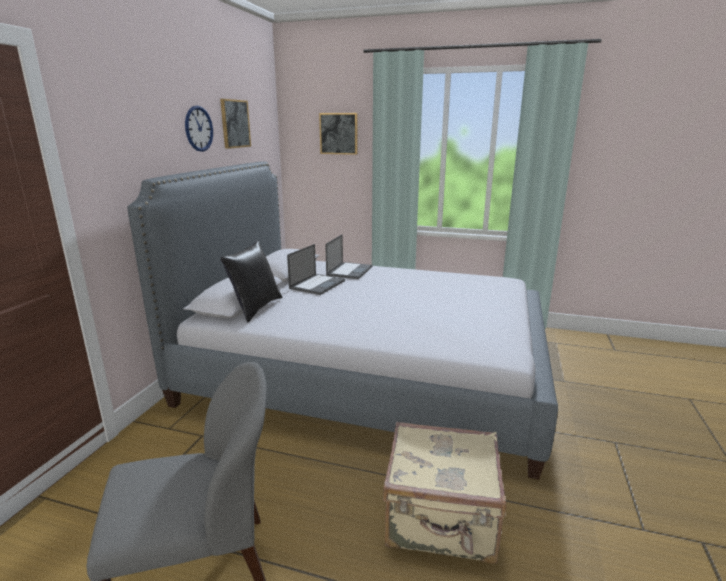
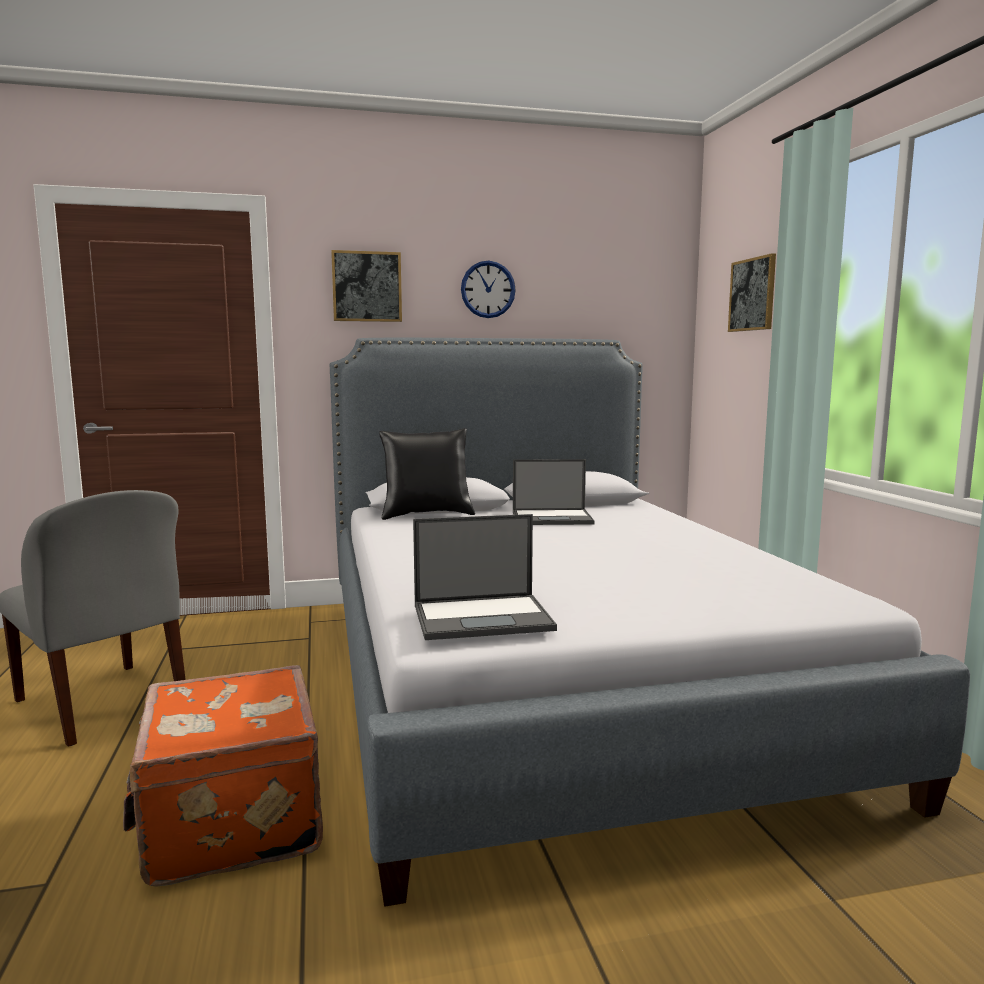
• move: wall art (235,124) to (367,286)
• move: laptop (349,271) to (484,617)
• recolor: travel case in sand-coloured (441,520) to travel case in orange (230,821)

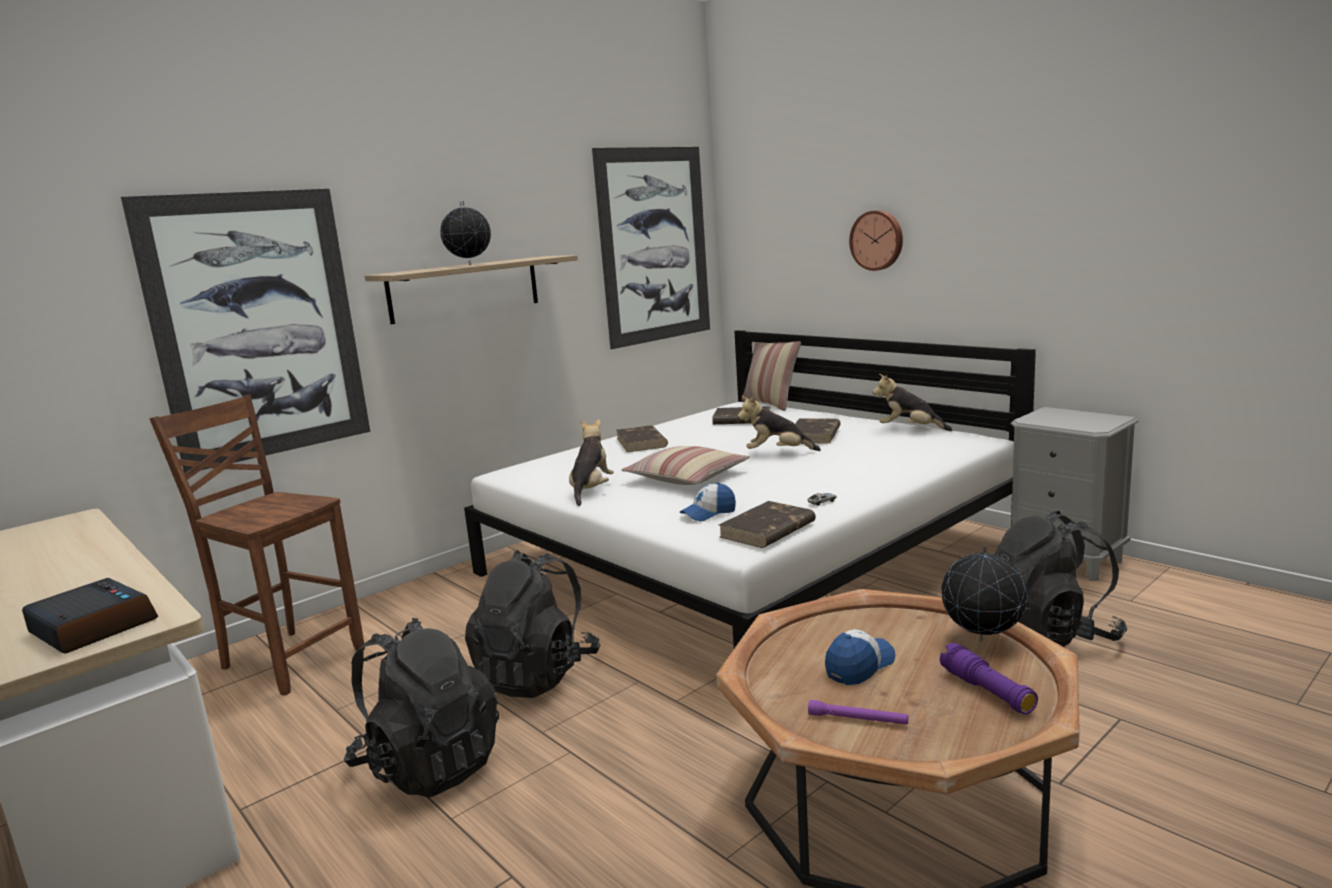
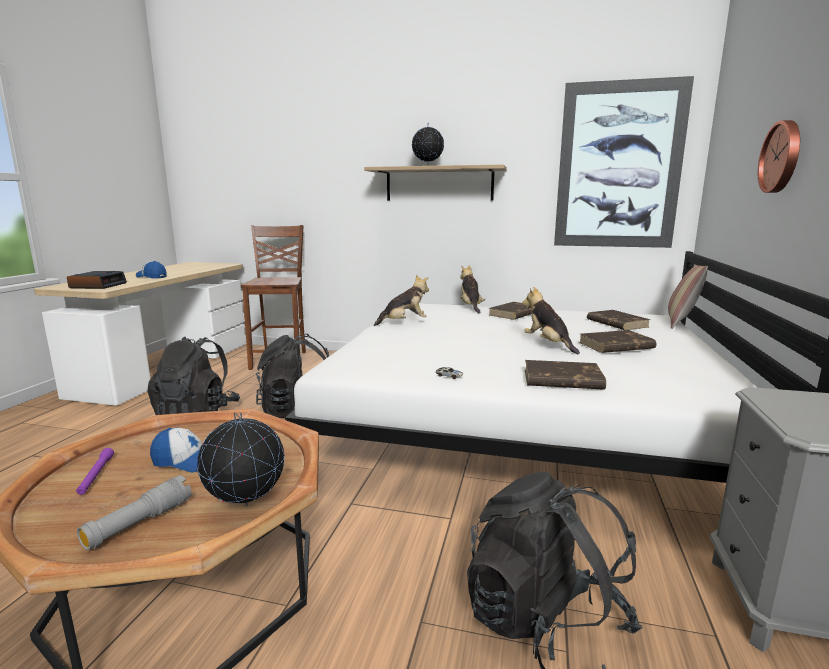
• delete: wall art (258,326)
• delete: cushion (686,477)
• move: peaked cap (708,513) to (151,277)
• move: book in brown-coloured (767,530) to (561,380)
• move: plush toy (910,429) to (471,307)
• recolor: hand torch in purple (987,691) to hand torch in greyish (139,523)

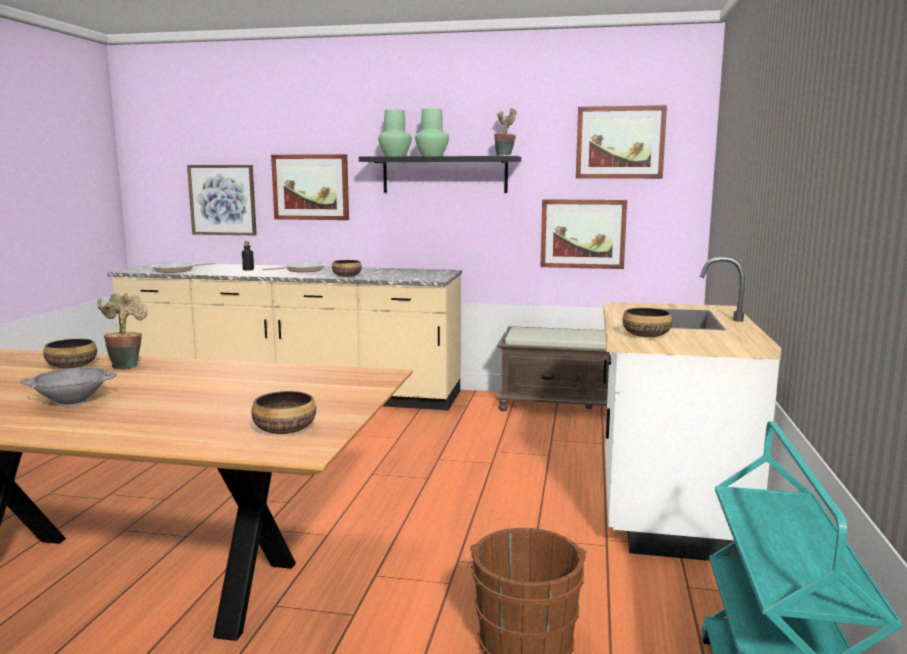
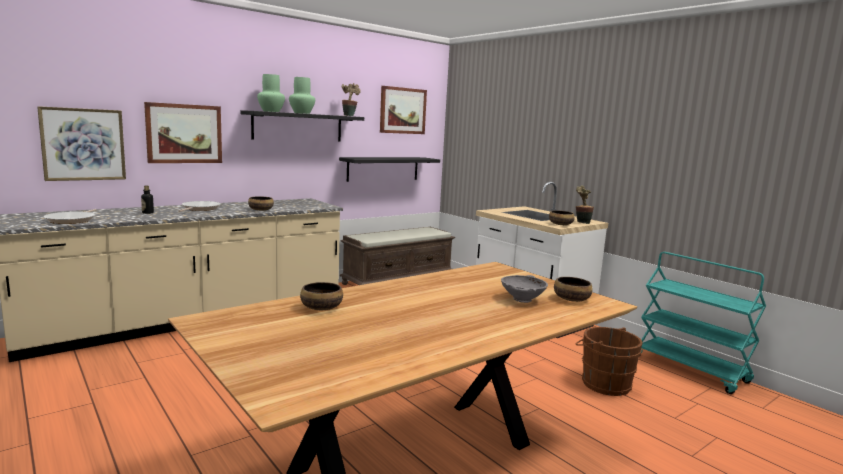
• move: deep dish in greyish (72,403) to (522,299)
• move: potted plant (126,366) to (582,222)
• replace: wall art (583,233) to shelf in black (383,169)

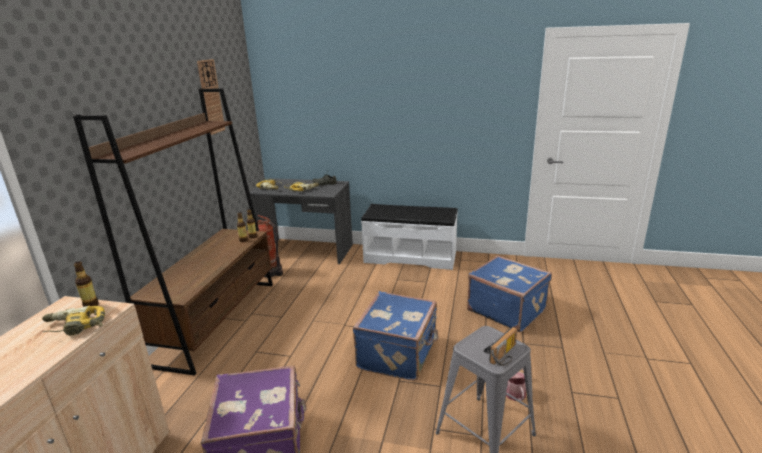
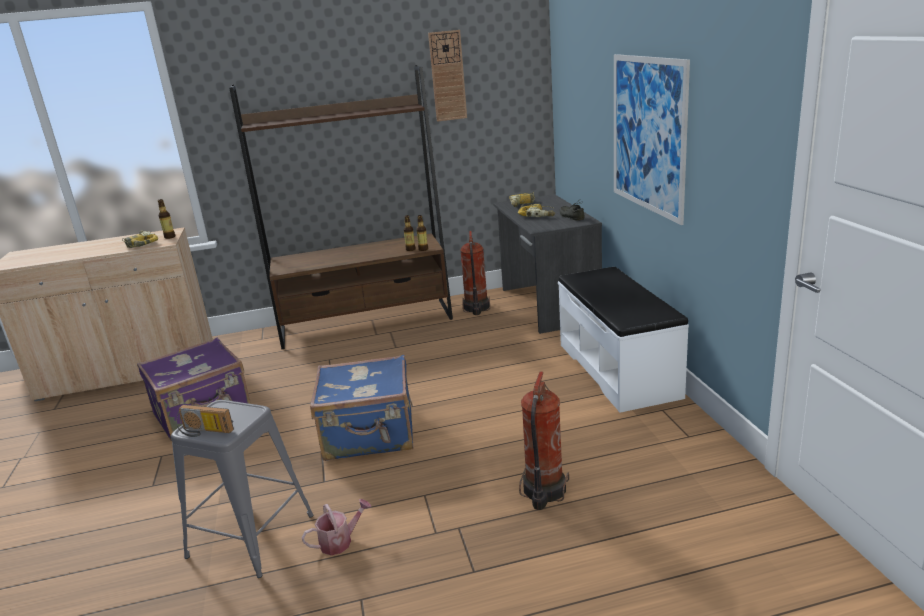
• insert: wall art (647,134)
• replace: travel case in blue (506,309) to fire-fighting cylinder (543,491)

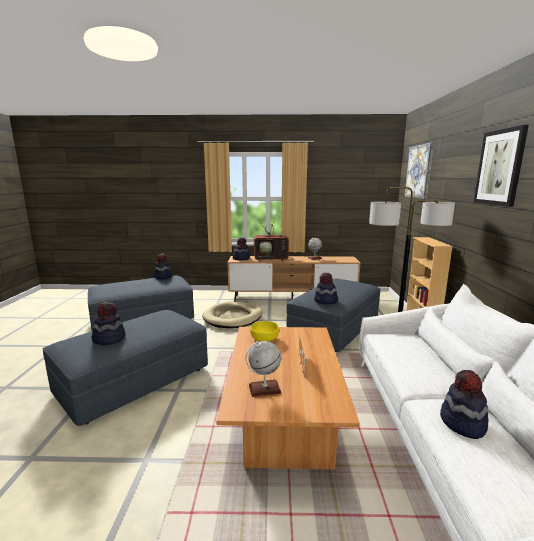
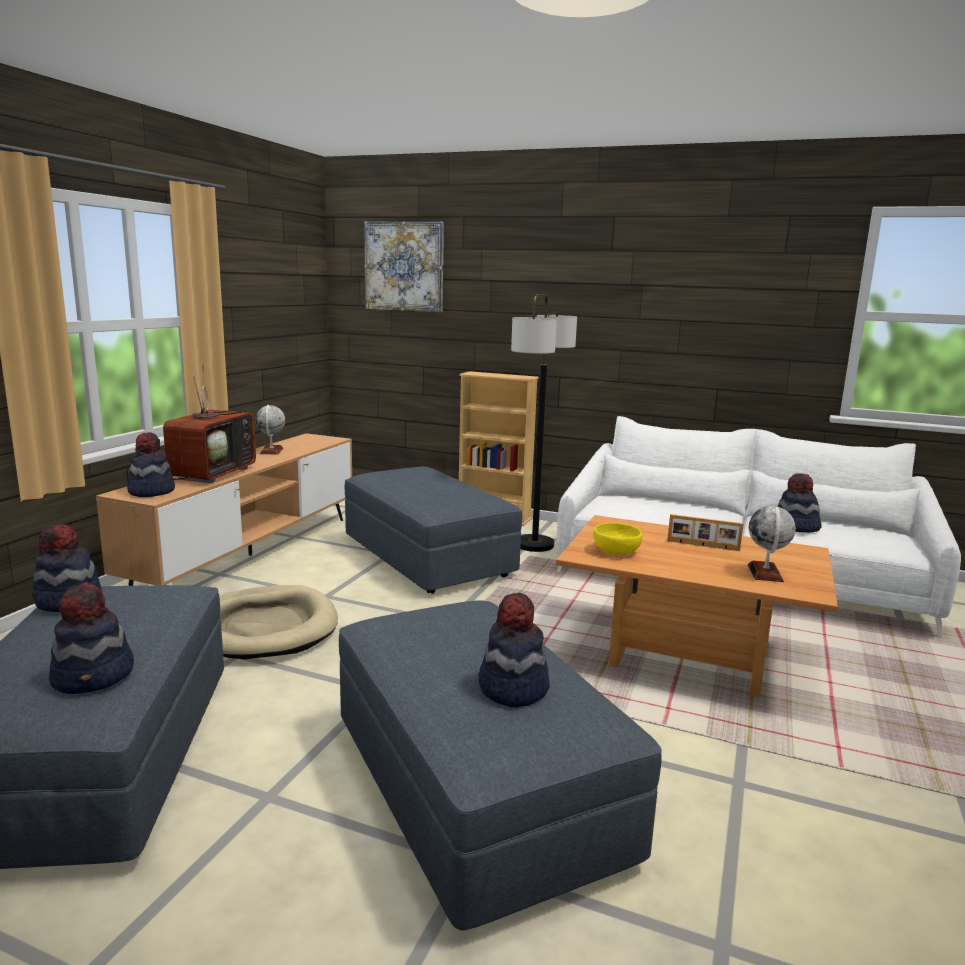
• delete: wall art (500,167)
• move: wearable hat (325,301) to (94,676)

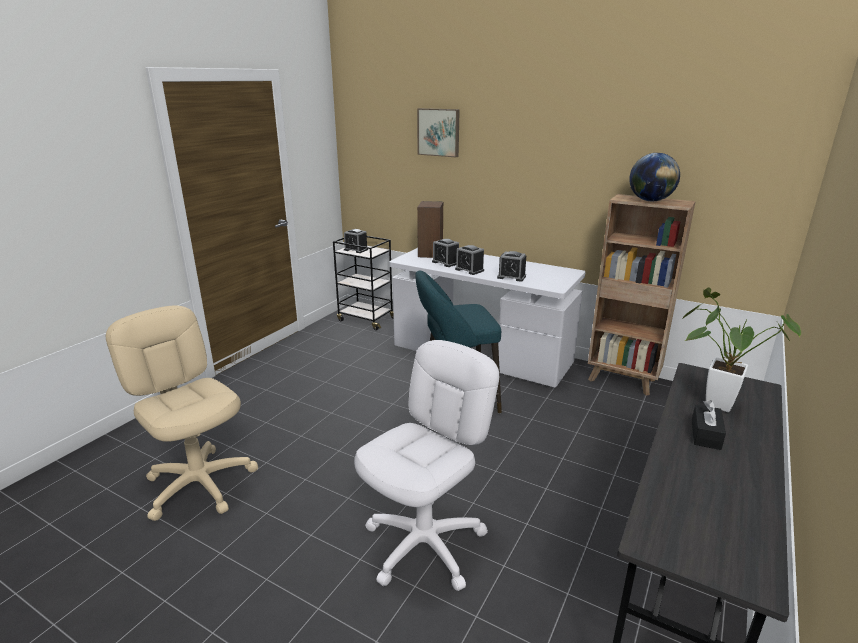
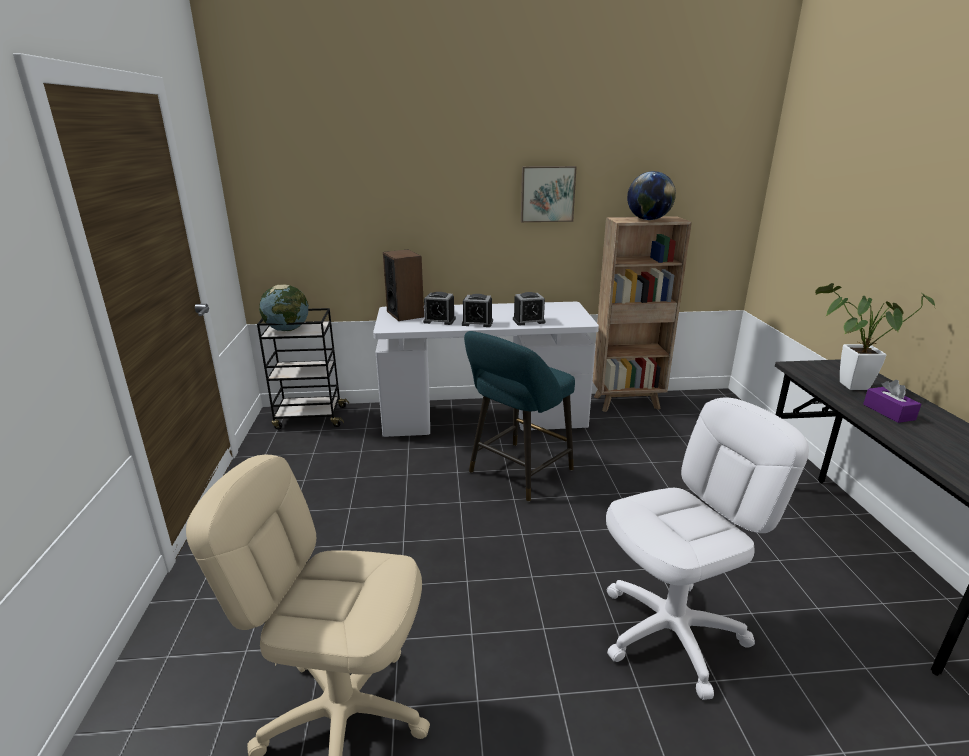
• move: wall art (439,132) to (547,194)
• replace: bedside clock (356,250) to world globe (287,329)
• recolor: tissue box in black (705,434) to tissue box in purple (888,412)
• rotate: desk chair in whitish (425,544) = (672,633) 60 degrees clockwise

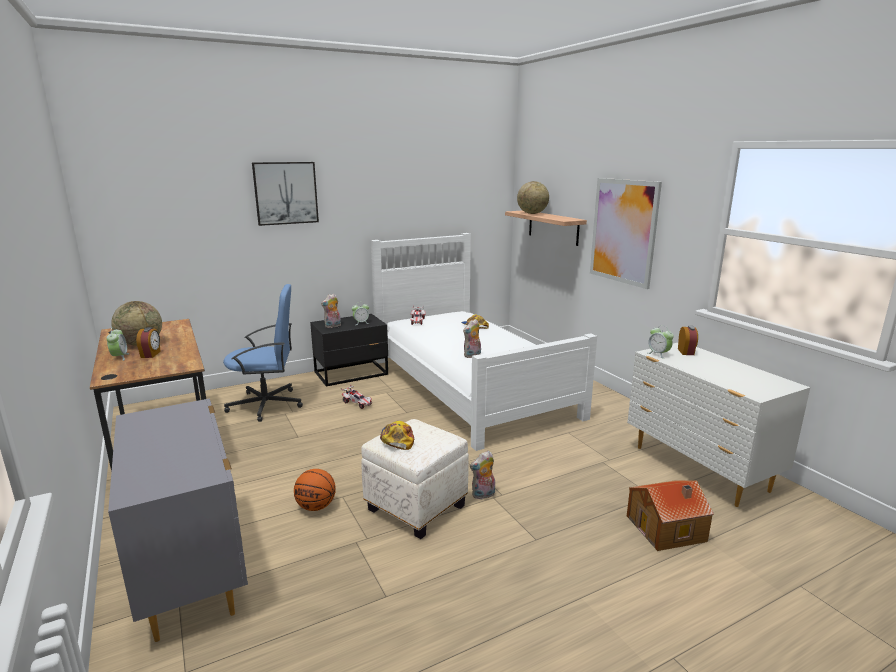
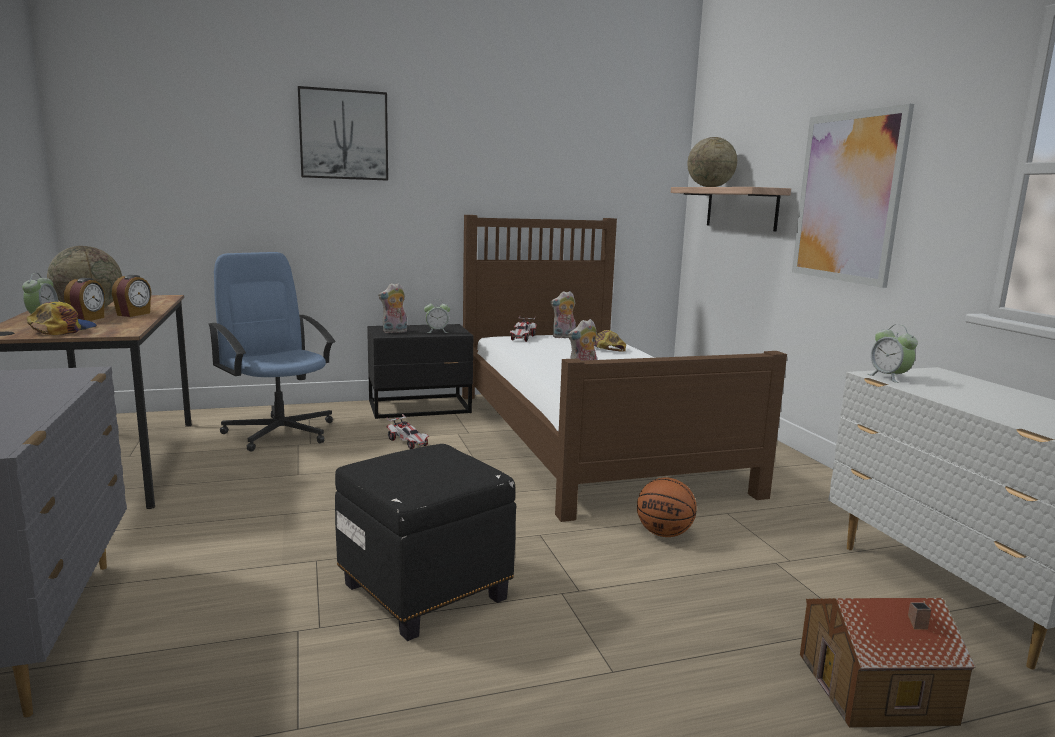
• move: basketball (316,506) to (664,534)
• move: peaked cap (397,439) to (62,329)
• move: plush toy (483,495) to (563,337)
• move: bedside clock (686,352) to (134,314)
• recolor: pouffe in whitish (415,507) to pouffe in black (422,591)
• recolor: bedroom bed in whitish (469,386) to bedroom bed in brown-coloured (586,437)
• rotate: desk chair in blue (267,405) = (280,432) 135 degrees counterclockwise

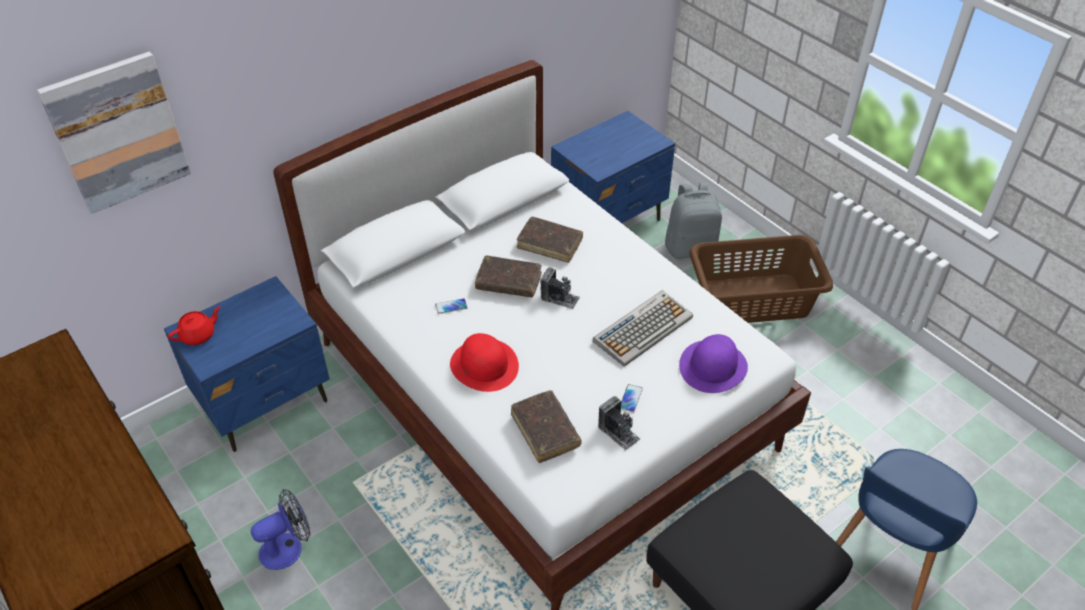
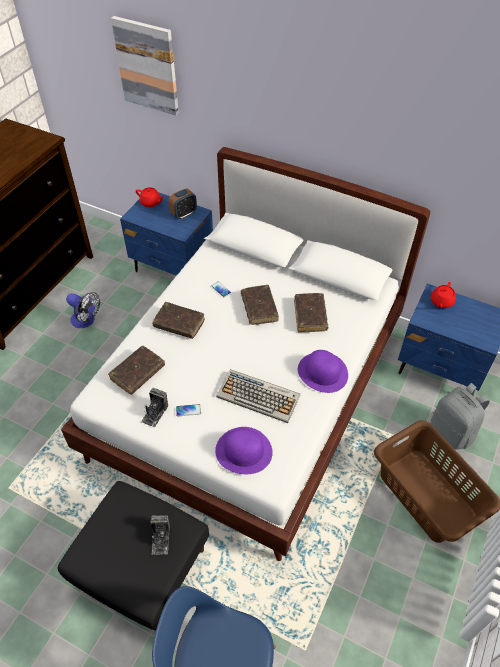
• insert: bedside clock (184,214)
• insert: wearable hat in purple (323,372)
• insert: pot for tea in reddish (441,302)
• move: photo camera (560,298) to (161,539)
• replace: wearable hat in reddish (484,365) to book in brown-coloured (179,324)

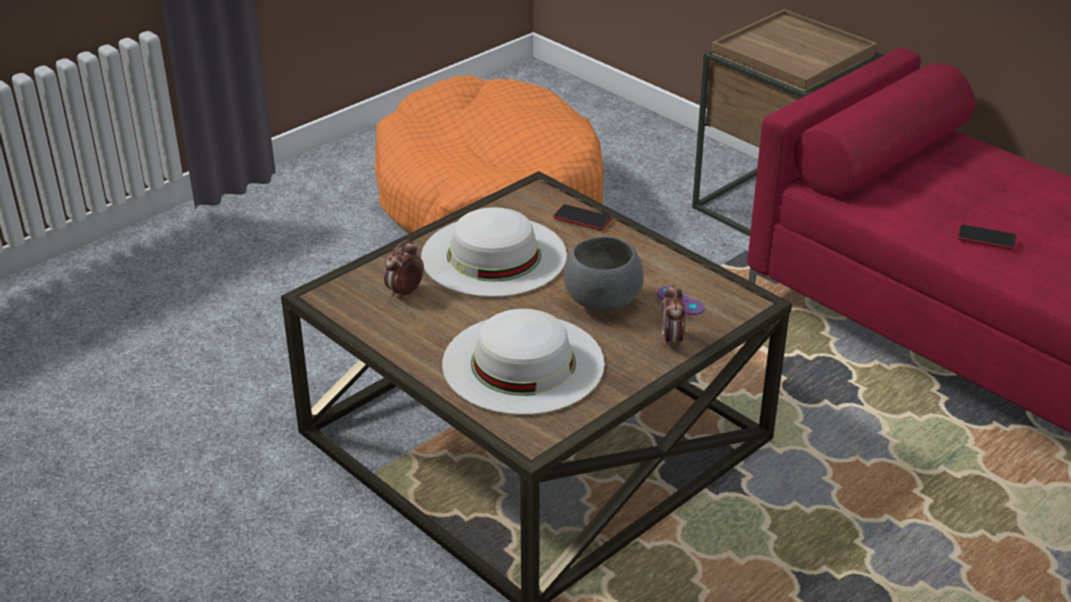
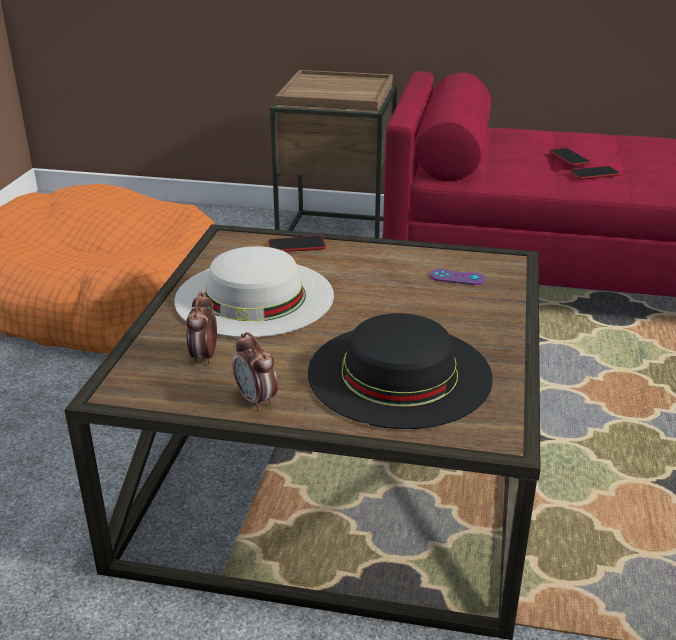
• delete: deep dish in greyish (602,301)
• insert: phone (569,158)
• move: bedside clock (671,339) to (256,400)
• recolor: wearable hat in whitish (523,363) to wearable hat in black (399,373)

